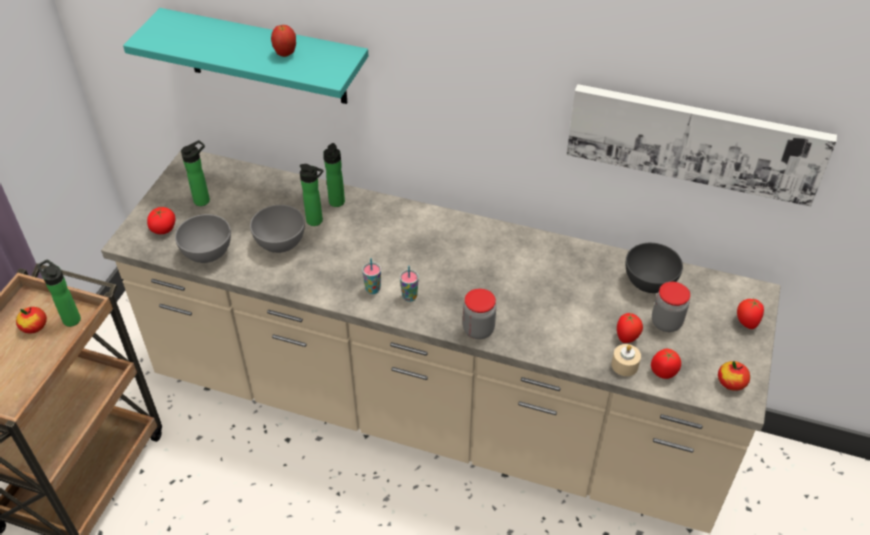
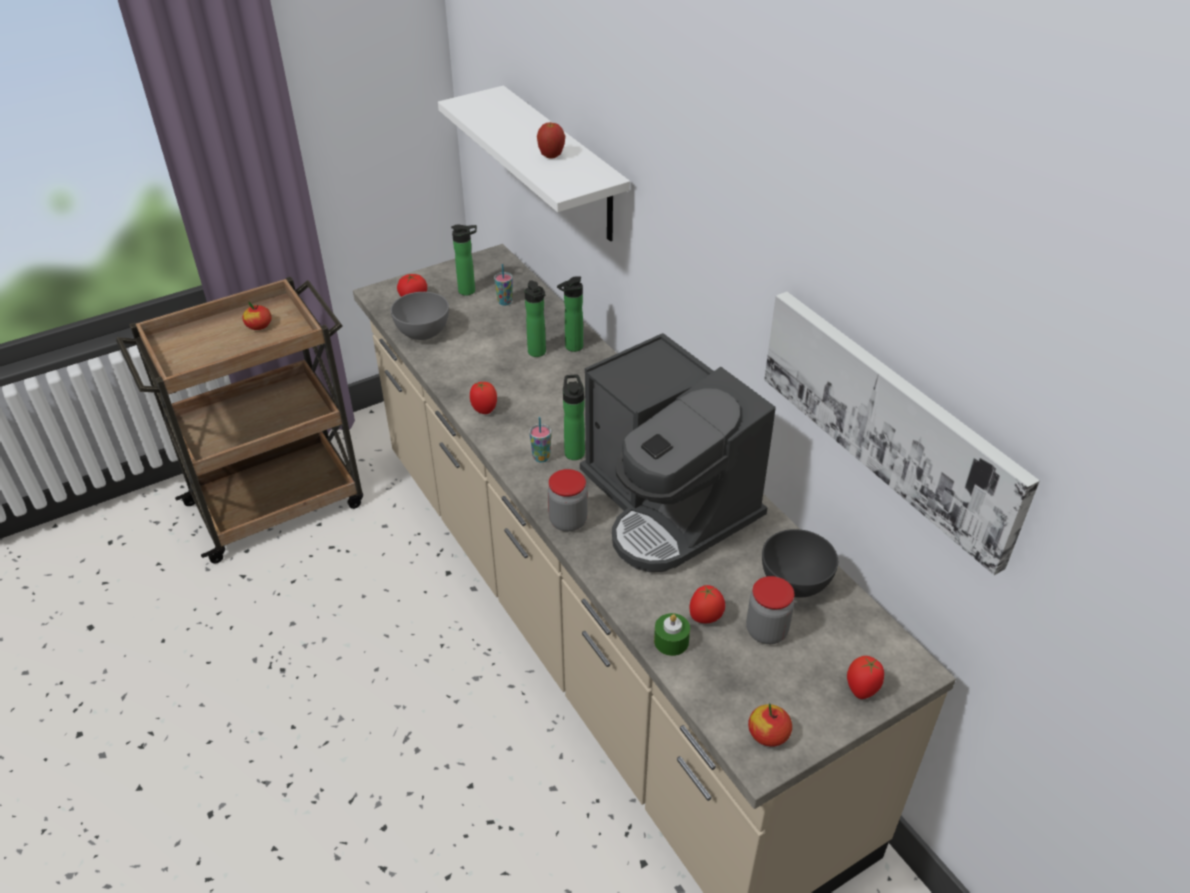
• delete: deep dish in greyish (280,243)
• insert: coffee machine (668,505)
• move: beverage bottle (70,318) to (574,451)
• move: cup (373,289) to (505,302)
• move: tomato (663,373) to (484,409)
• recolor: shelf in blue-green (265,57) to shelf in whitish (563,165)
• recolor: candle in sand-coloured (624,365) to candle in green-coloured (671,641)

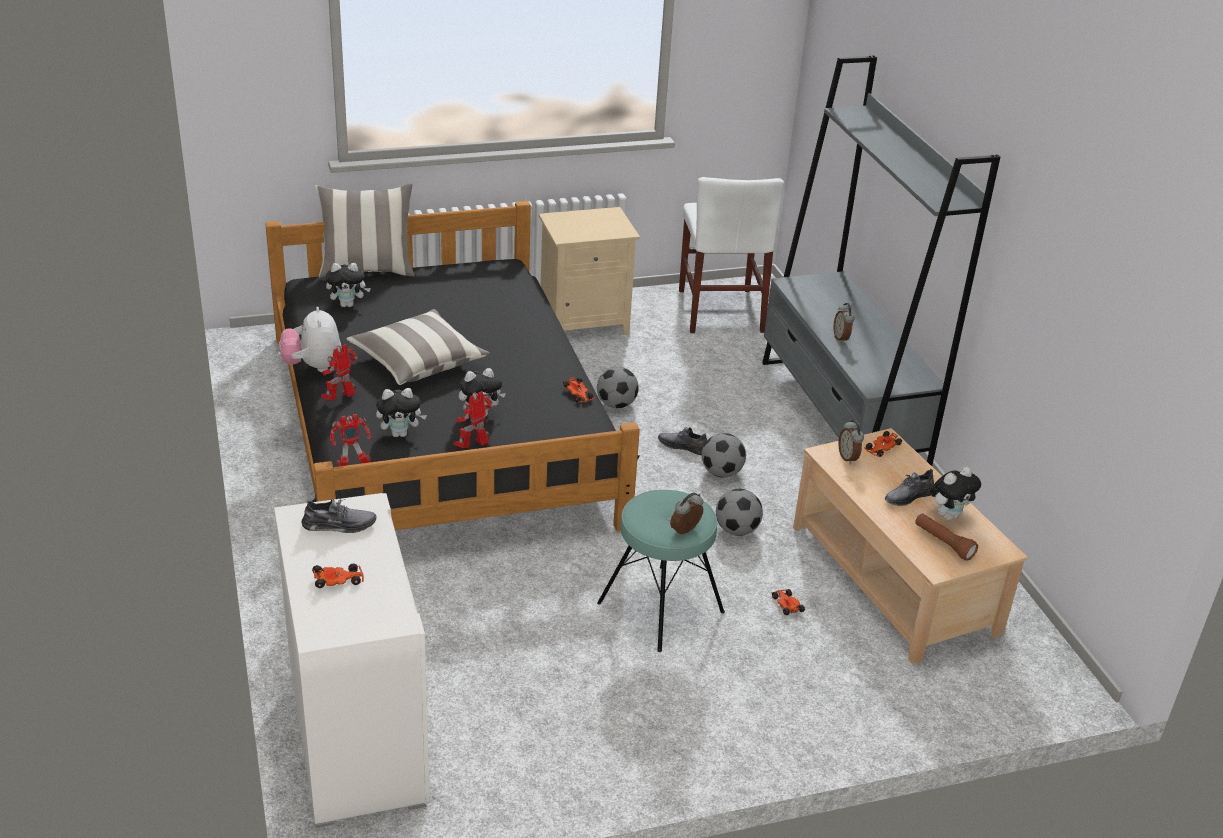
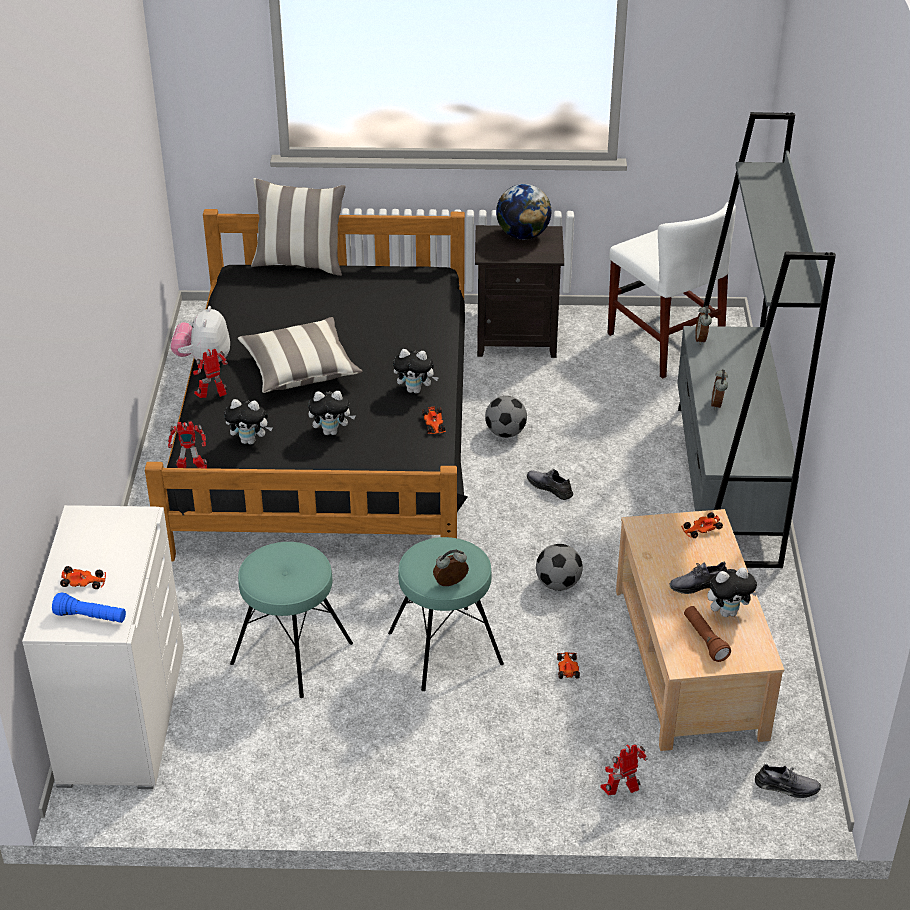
• delete: football ball (721,473)
• insert: hand torch in blue (91,617)
• insert: sitting stool in blue-green (292,653)
• insert: world globe (523,235)
• move: low shoe in greyish (339,525) to (786,786)
• move: plush toy (348,305) to (415,390)
• move: toy robot (473,447) to (622,792)
• move: bedside clock (848,458) to (701,339)
• recolor: bedside table in sand-coloured (585,322) to bedside table in black (518,338)
• rotate: chair in whitish (720,310) = (664,343) 45 degrees counterclockwise

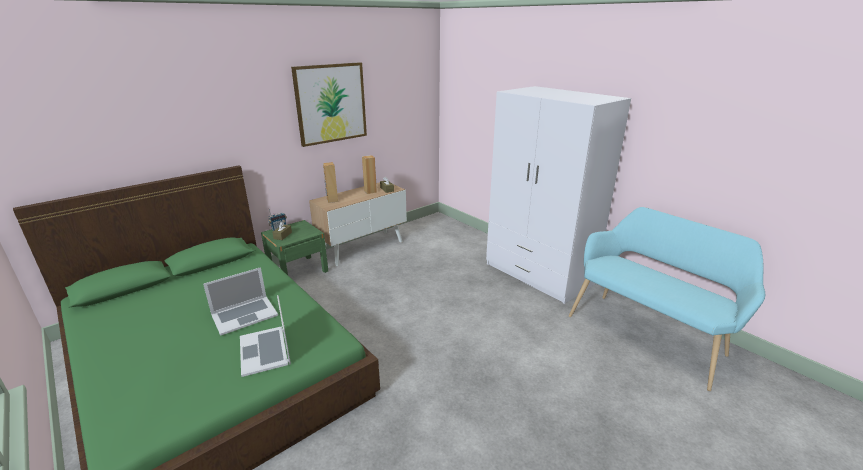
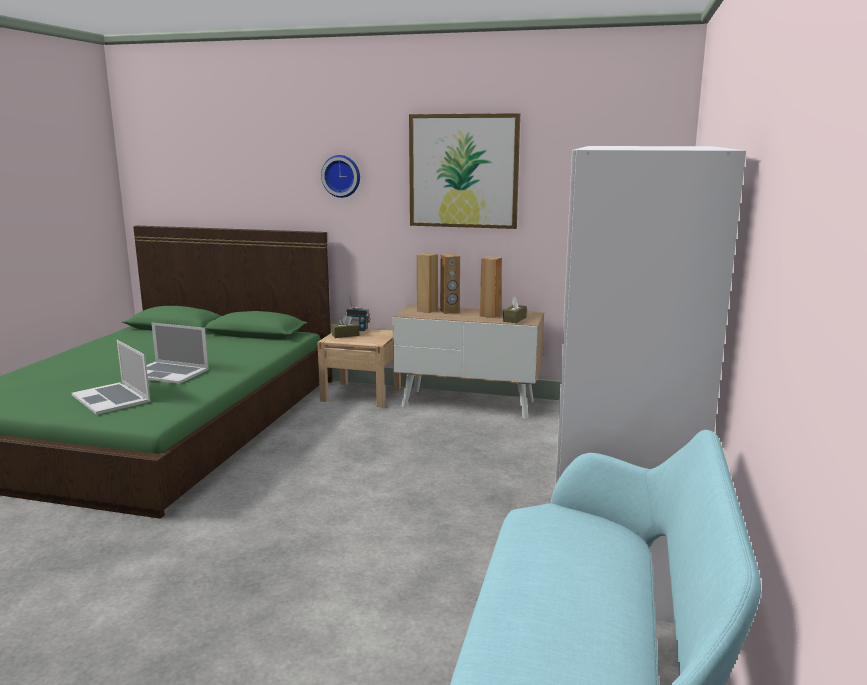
• insert: wall clock (342,176)
• insert: audio speaker in brown-coloured (450,311)
• recolor: bedside table in green-coloured (298,270) to bedside table in sand-coloured (361,394)
• rotate: laptop (265,350) = (111,398) 75 degrees counterclockwise

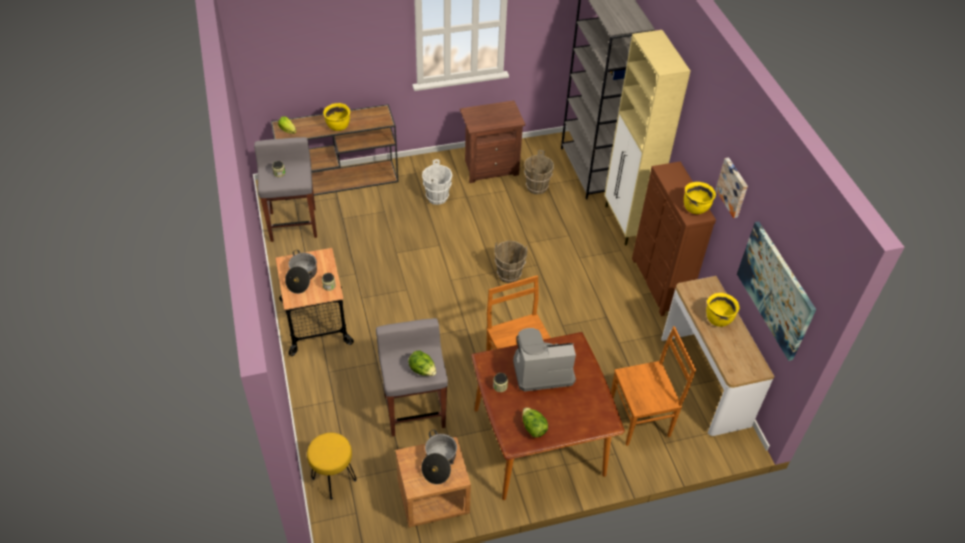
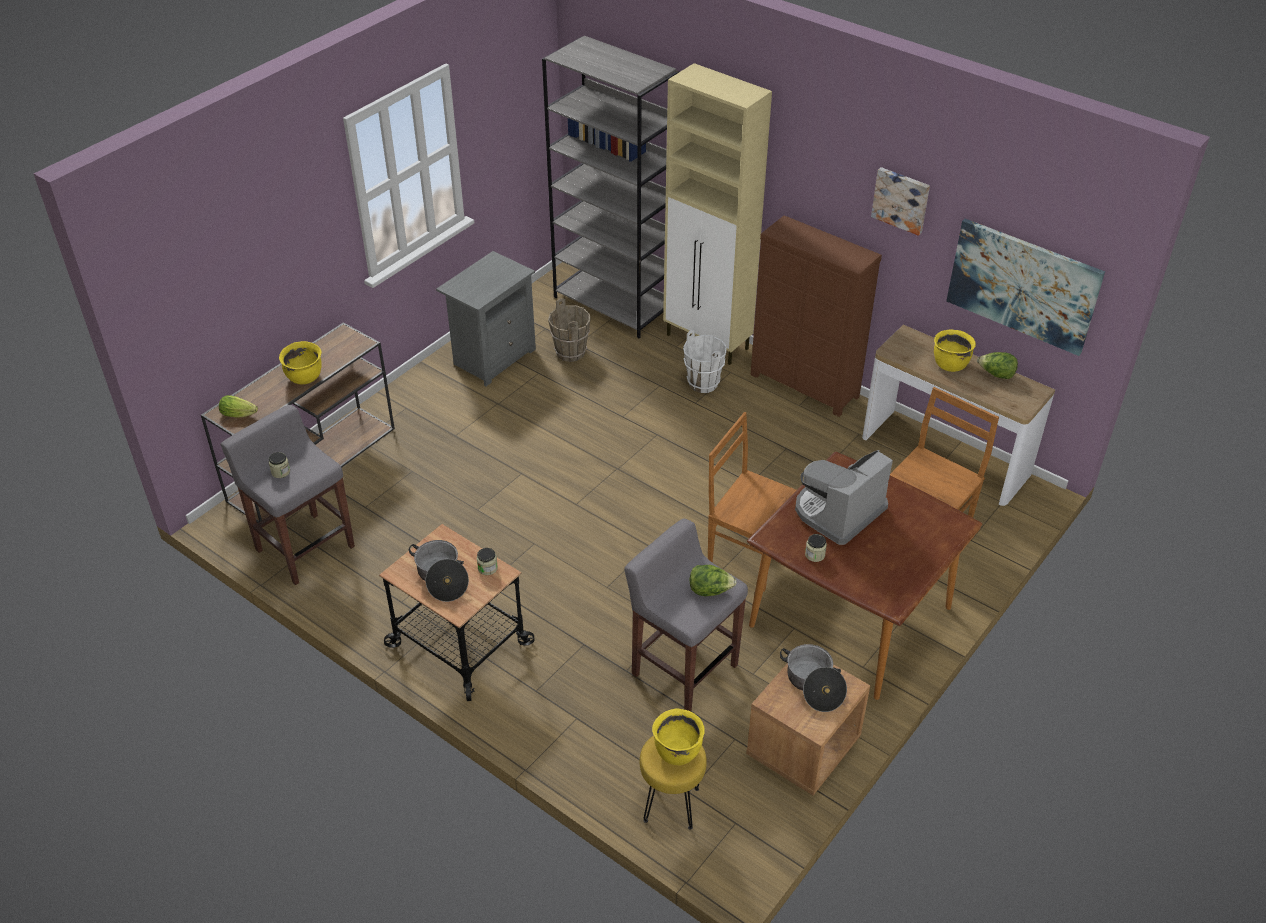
• delete: pail in brown-coloured (509,275)
• move: pail in whitish (437,197) to (703,383)
• move: lettuce head (533,428) to (996,375)
• move: stockpot in yellow-coloured (695,208) to (677,751)
• recolor: bedside table in brown-coloured (490,167) to bedside table in greyish (493,357)

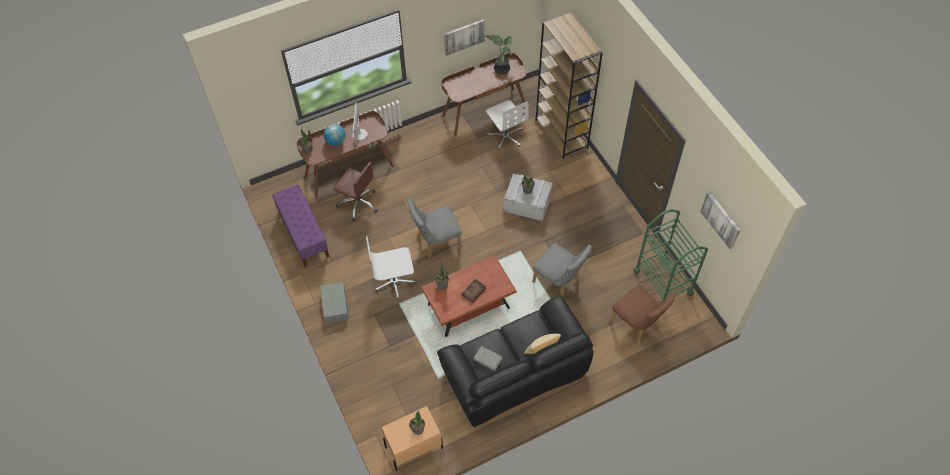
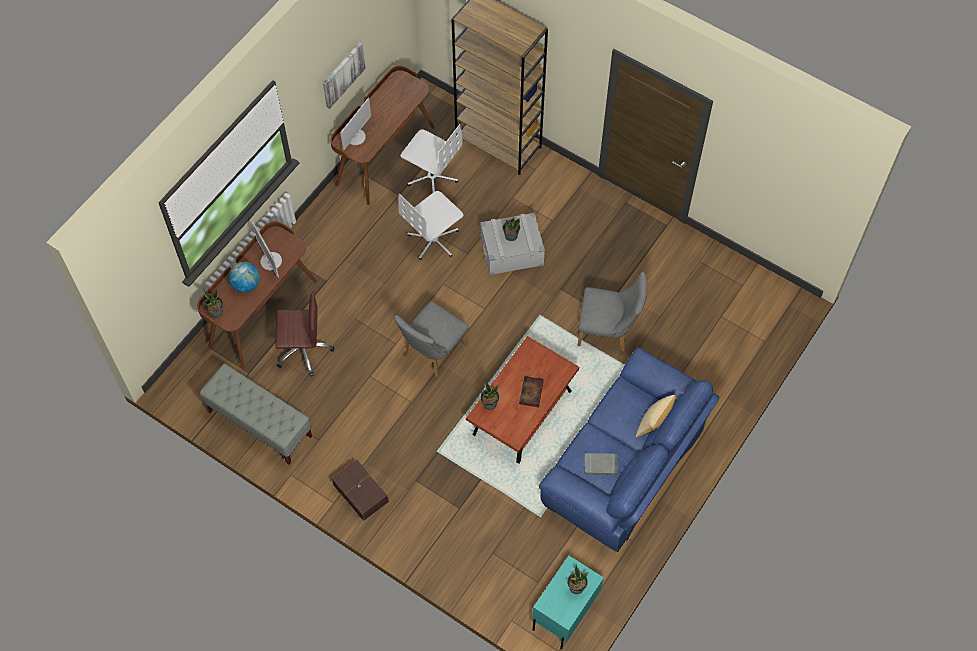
• delete: potted plant (501,68)
• delete: chair in brown-coloured (637,325)
• delete: trolley in green-coloured (663,282)
• delete: wall art (721,219)
• insert: monitor (355,137)
• move: desk chair in whitish (394,282) to (434,240)
• recolor: long seat in purple (303,234) to long seat in greyish (260,424)
• recolor: storage box in greyish (334,306) to storage box in brown-coloured (360,494)
• recolor: bedside table in sand-coloured (413,448) to bedside table in blue-green (565,612)
• recolor: couch in black (516,373) to couch in blue (626,465)

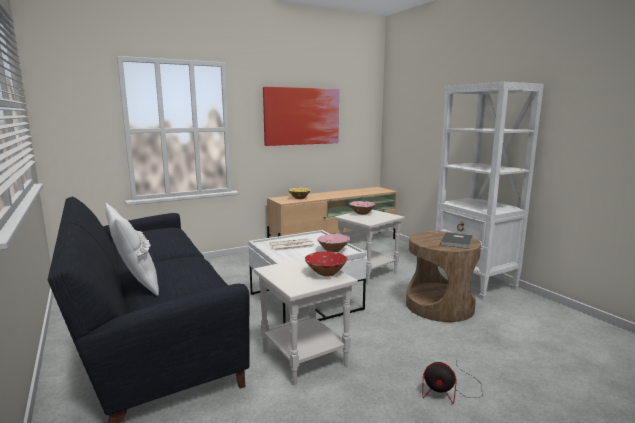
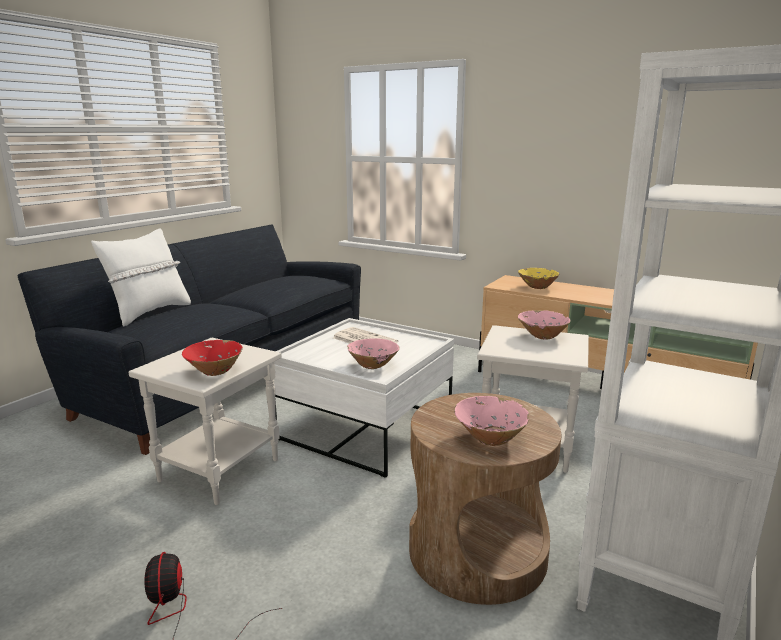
• delete: wall art (302,116)
• replace: book in greyish (457,241) to deep dish in pinkish (490,438)

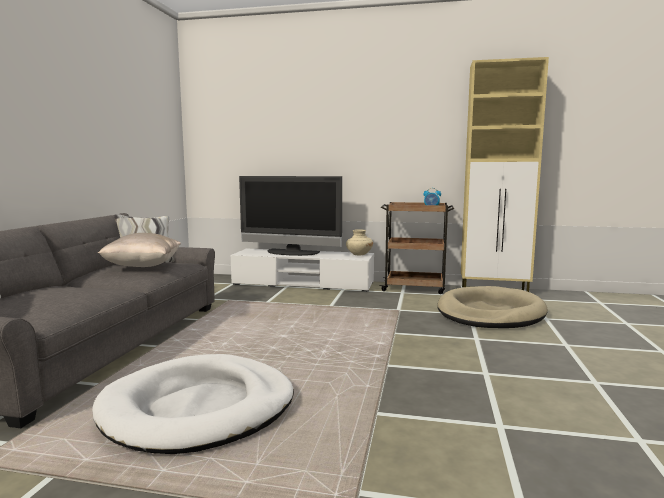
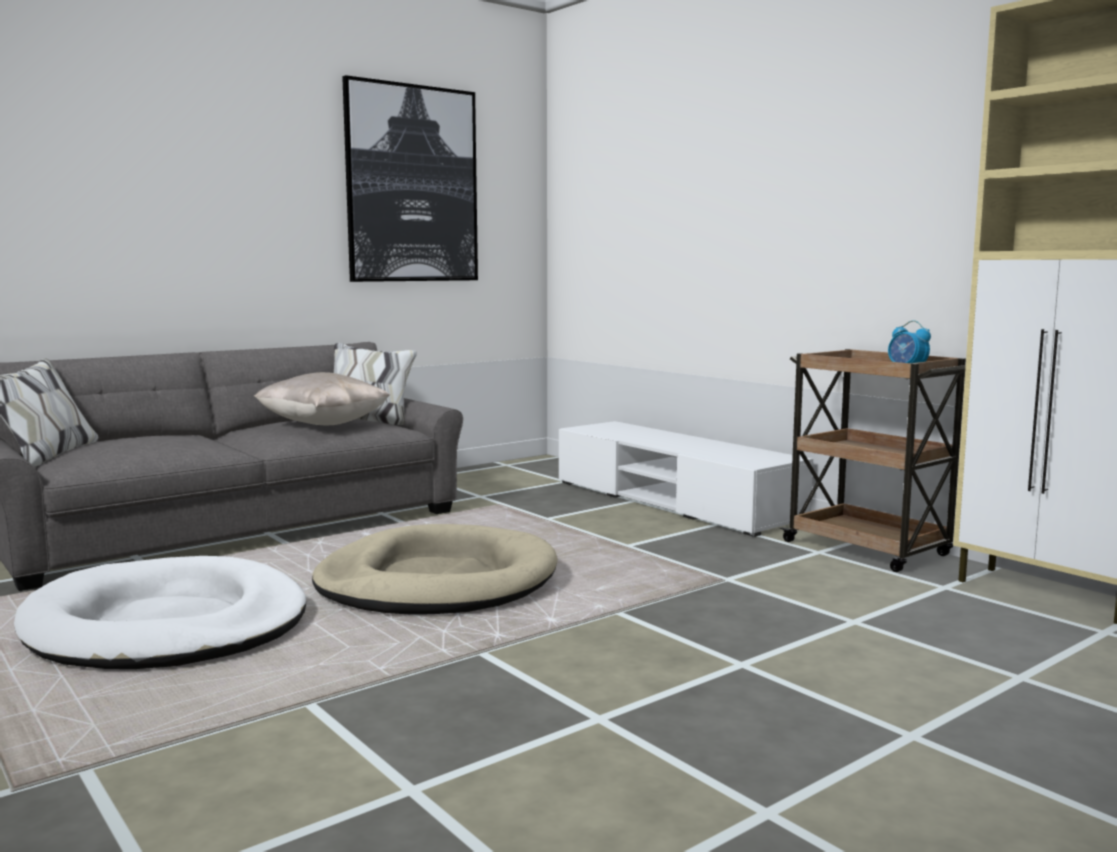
• delete: TV set (291,253)
• delete: flower vase in sand-coloured (359,254)
• insert: wall art (412,184)
• move: dog cushion in sand-coloured (490,313) to (437,582)

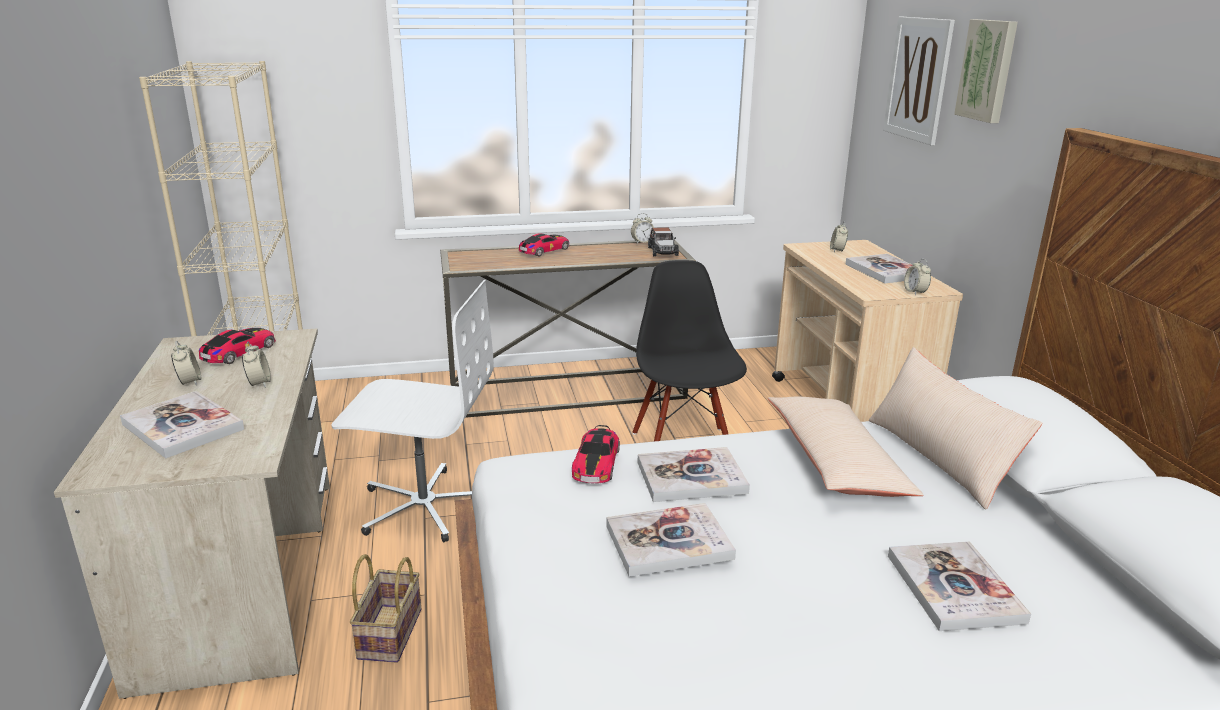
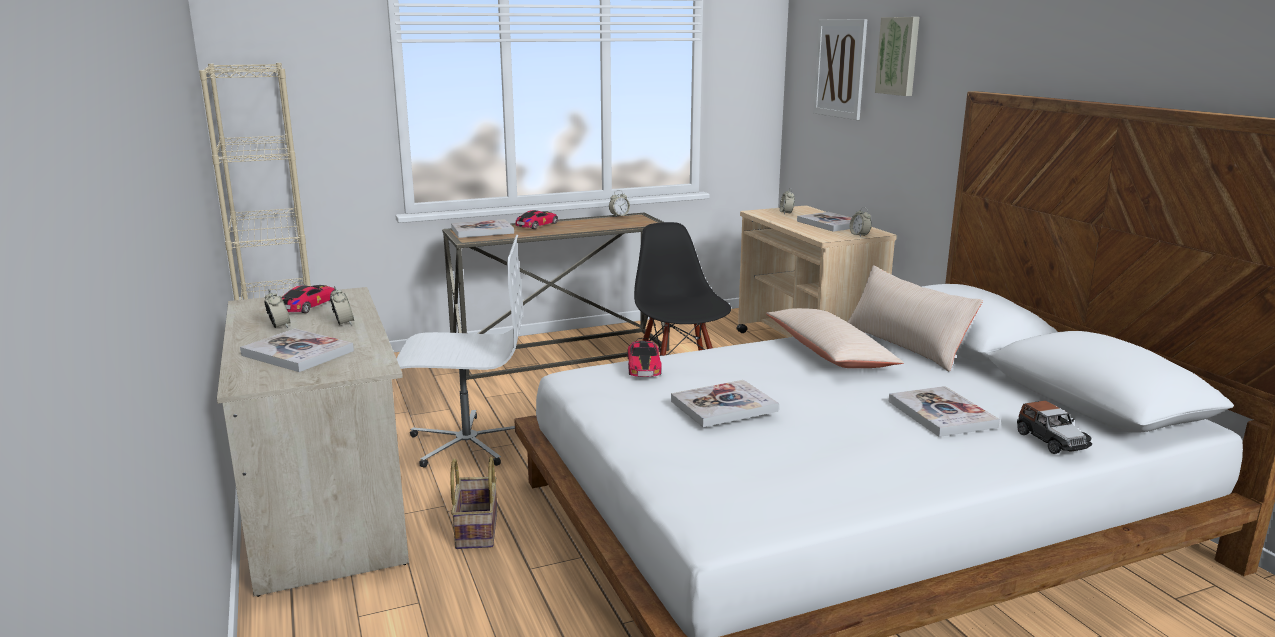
• move: book (691,477) to (482,231)
• move: toy car (662,251) to (1051,441)

